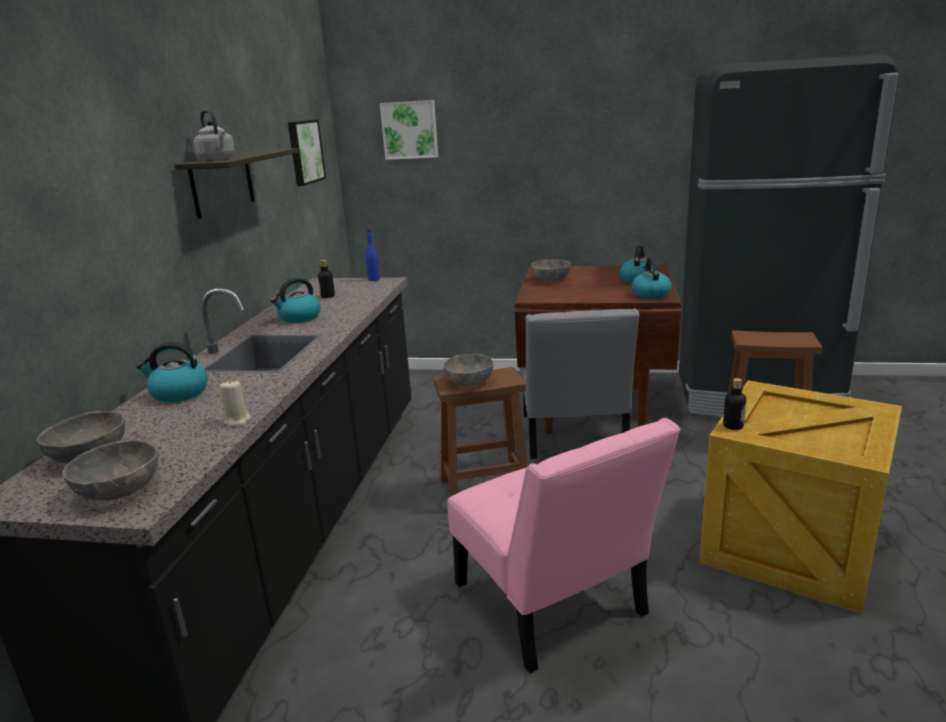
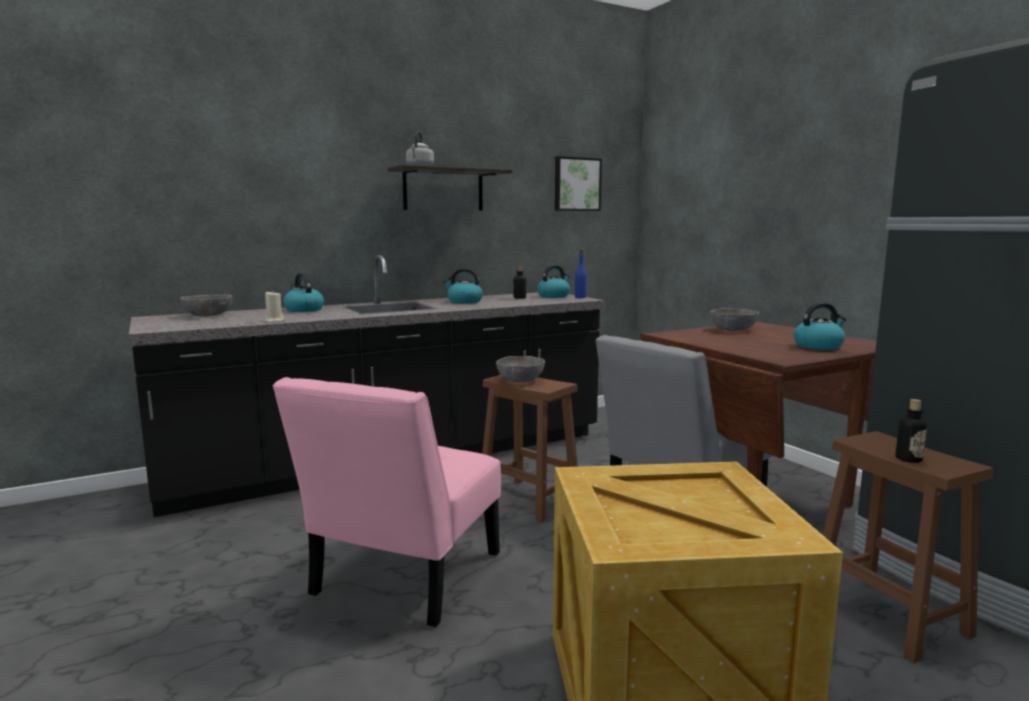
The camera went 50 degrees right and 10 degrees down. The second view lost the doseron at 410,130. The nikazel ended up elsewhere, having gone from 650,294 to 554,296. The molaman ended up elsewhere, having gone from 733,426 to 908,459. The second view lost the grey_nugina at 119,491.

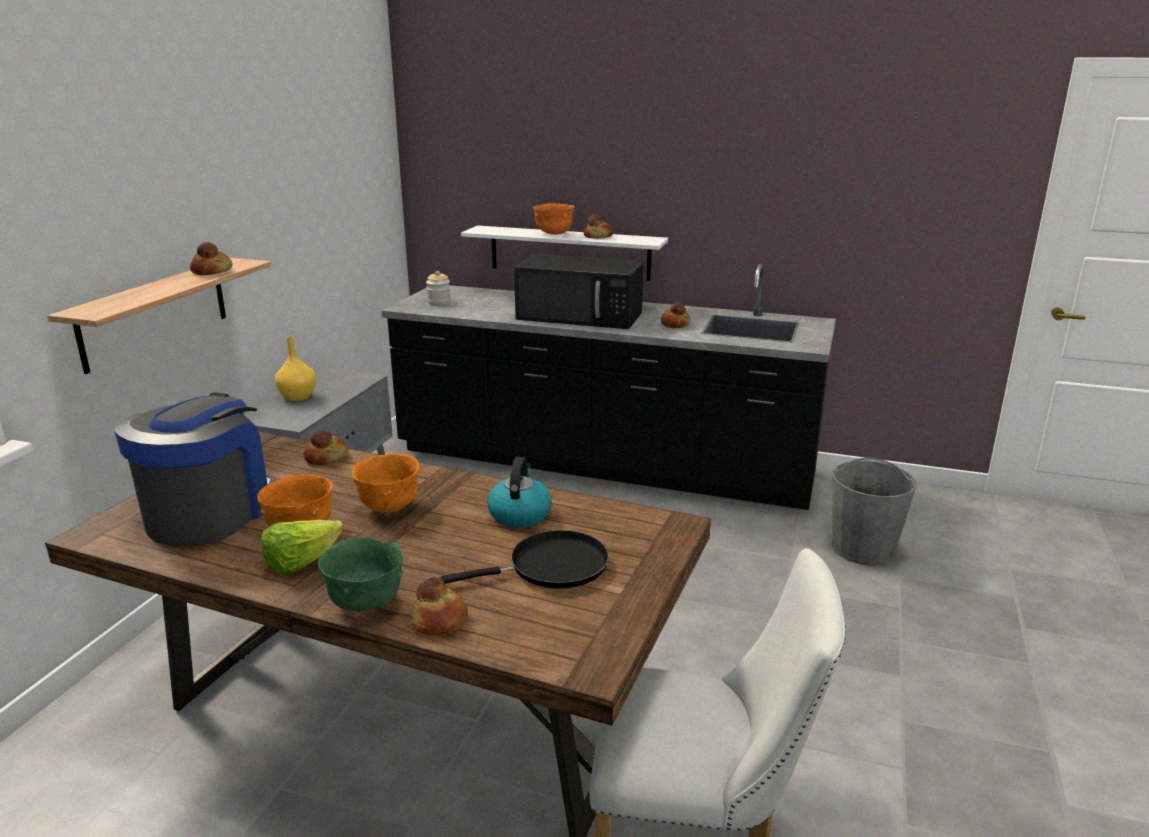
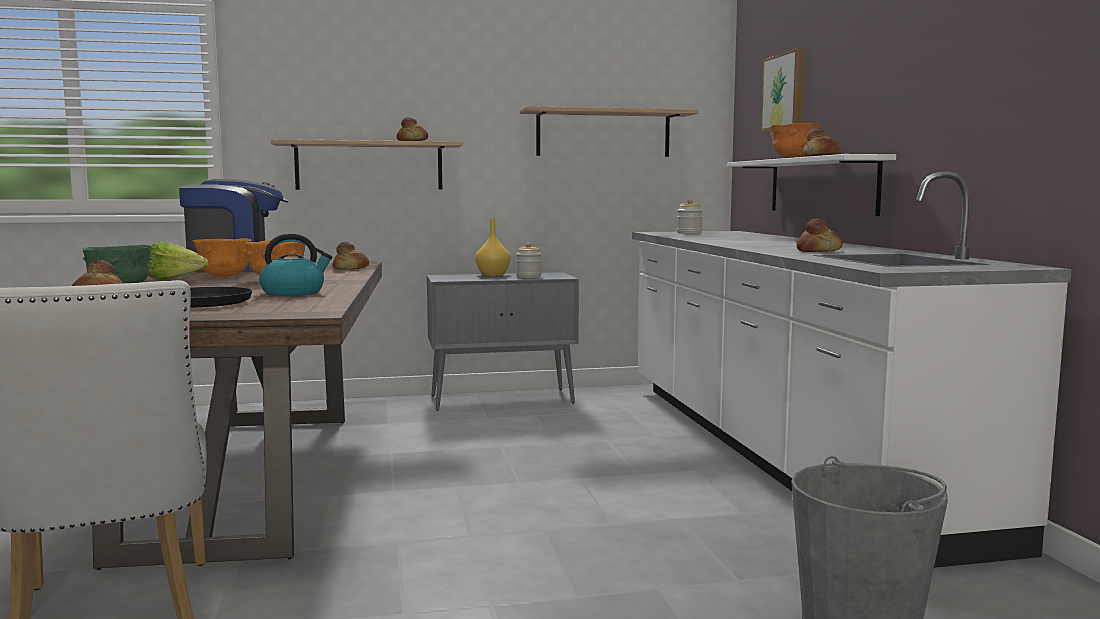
The camera went 60 degrees right and 15 degrees down. The second view lost the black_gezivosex at 581,316. What was the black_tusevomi at 603,464 turned into the white_tusevomi at 778,451. The second view gained the doseron at 786,91. The second view gained the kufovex at 603,133. The second view gained the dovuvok at 528,276.

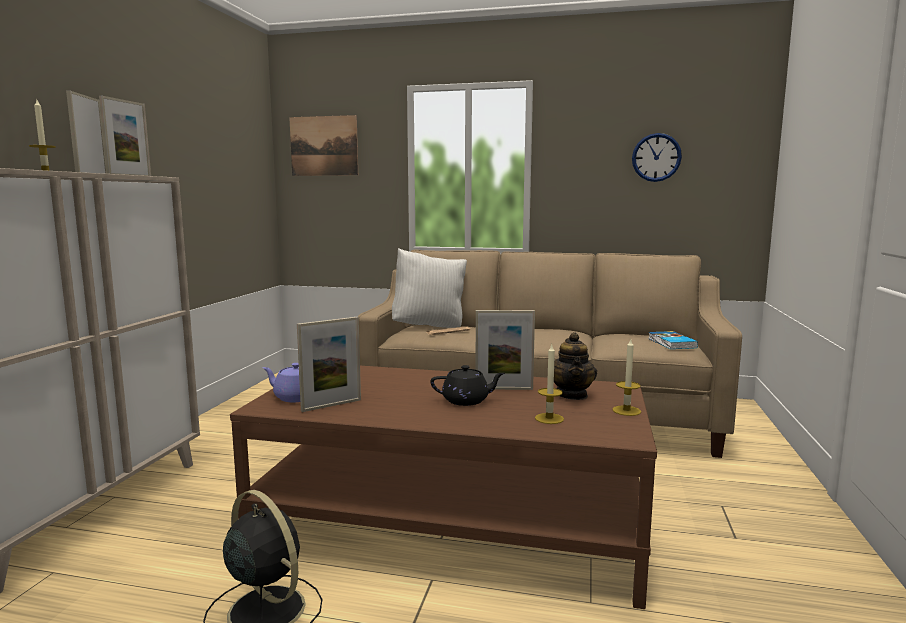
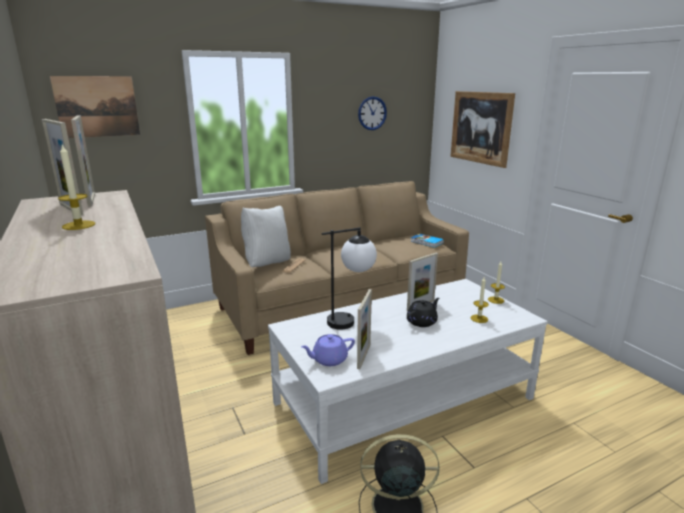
The camera went 40 degrees left and 10 degrees up. The second view lost the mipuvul at 572,395. What was the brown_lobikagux at 451,526 turned into the white_lobikagux at 405,400. The second view gained the doseron at 480,127. The second view gained the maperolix at 350,320.

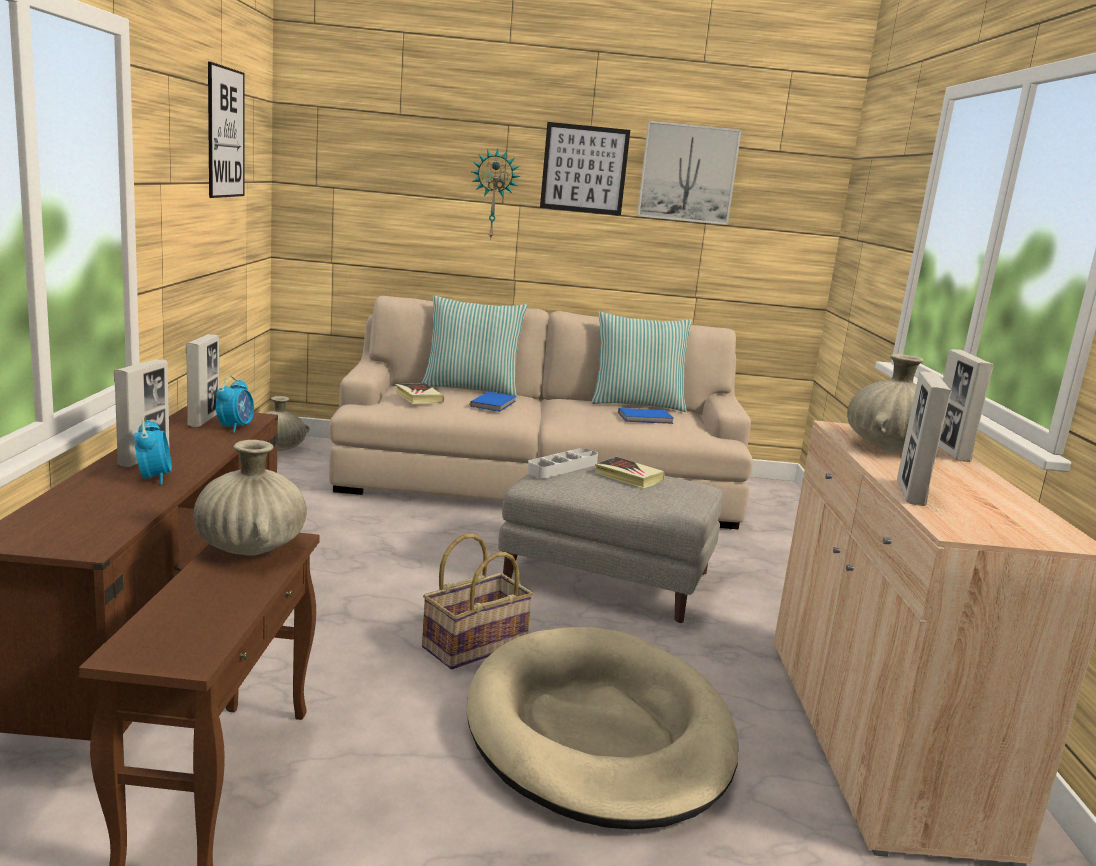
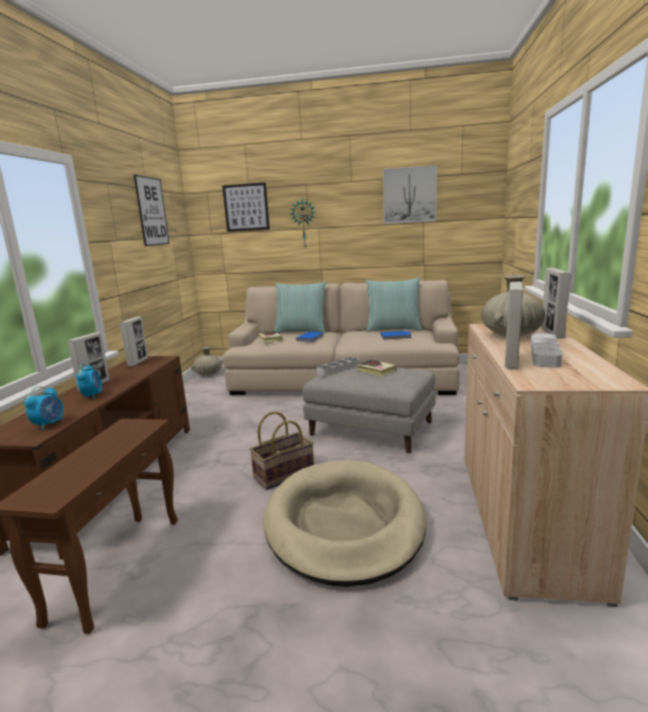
The camera went 10 degrees right and 0 degrees up. The doseron ended up elsewhere, having gone from 584,169 to 246,207. The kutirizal ended up elsewhere, having gone from 235,427 to 49,424. The second view lost the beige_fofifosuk at 251,547. The second view gained the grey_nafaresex at 544,354.

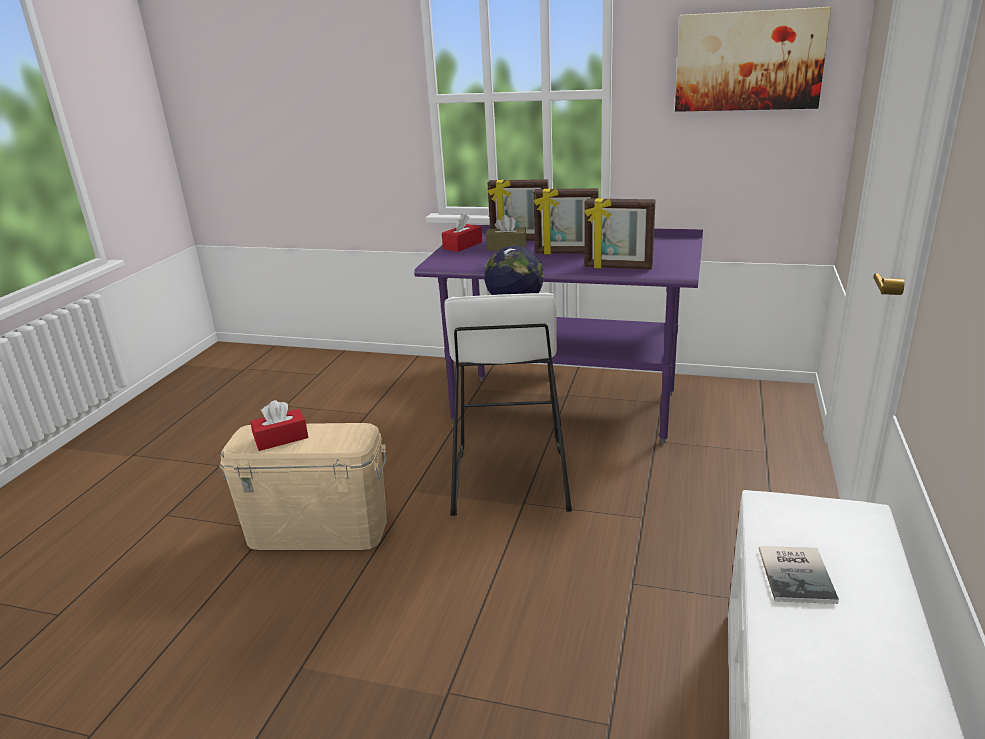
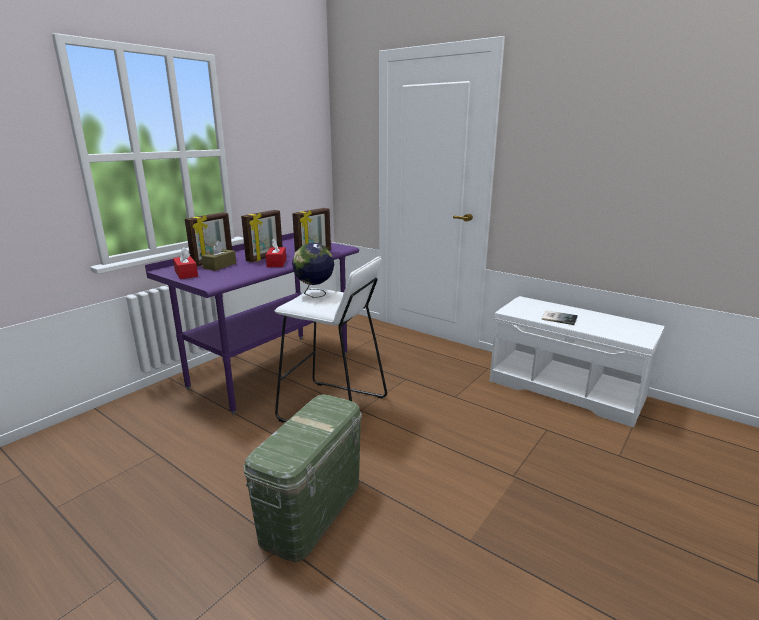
The camera went 70 degrees left and 5 degrees down. The second view lost the doseron at 748,61. The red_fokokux ended up elsewhere, having gone from 281,438 to 276,263. What was the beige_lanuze at 318,530 turned into the green_lanuze at 312,510.

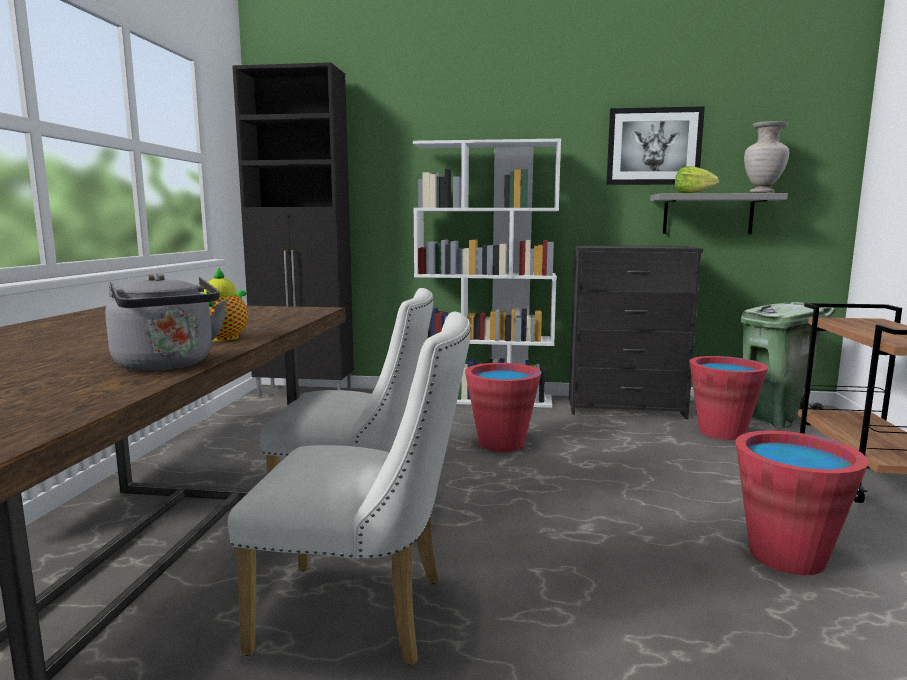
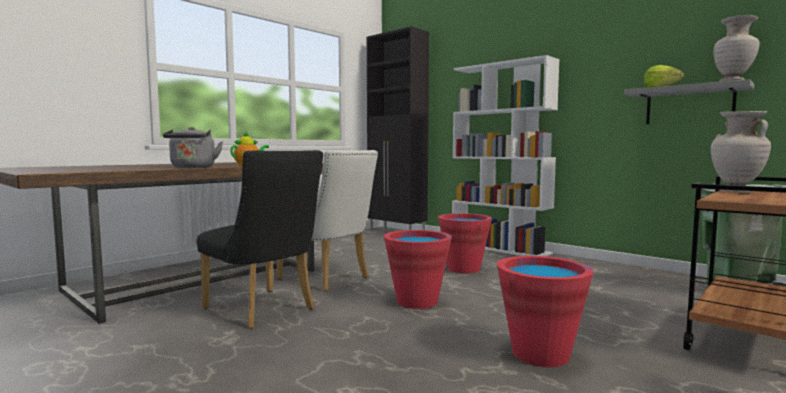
The camera went 35 degrees right and 5 degrees down. The second view lost the doseron at 653,146. The second view lost the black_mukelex at 626,408. What was the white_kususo at 366,615 turned into the black_kususo at 264,310. The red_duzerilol ended up elsewhere, having gone from 721,432 to 417,301. The second view gained the beige_fofifosuk at 735,192.

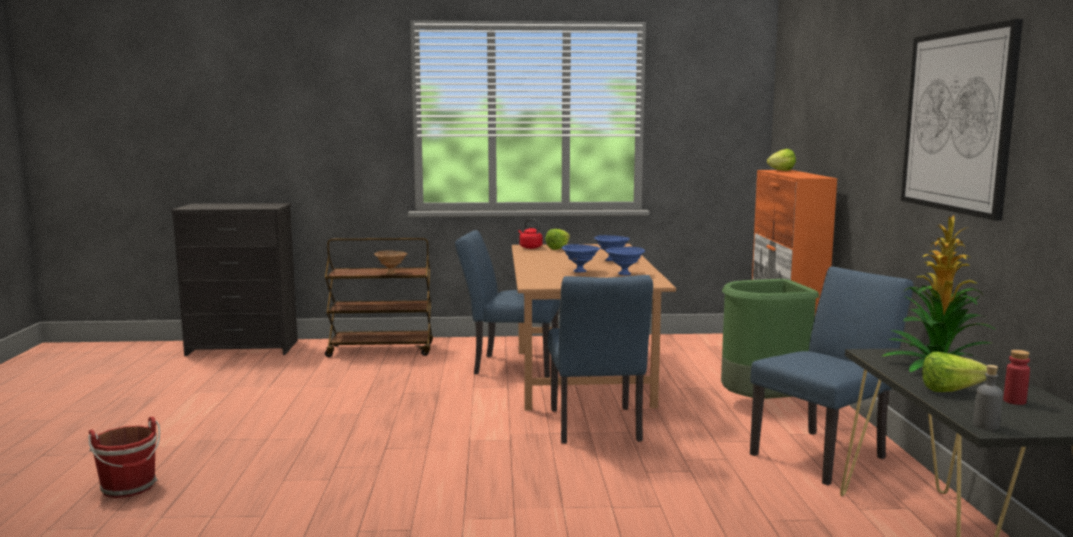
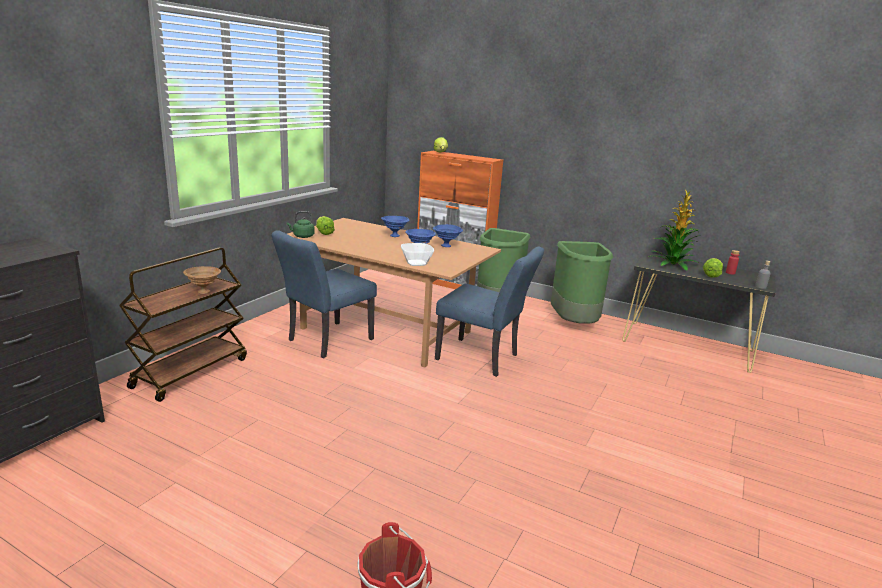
The camera went 60 degrees left and 10 degrees up. The second view lost the doseron at 957,121. What was the red_nikazel at 529,247 turned into the green_nikazel at 302,236. Where the blue_kususo stood at 825,454, the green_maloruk came to stand at 574,324. The second view gained the nugina at 417,263.

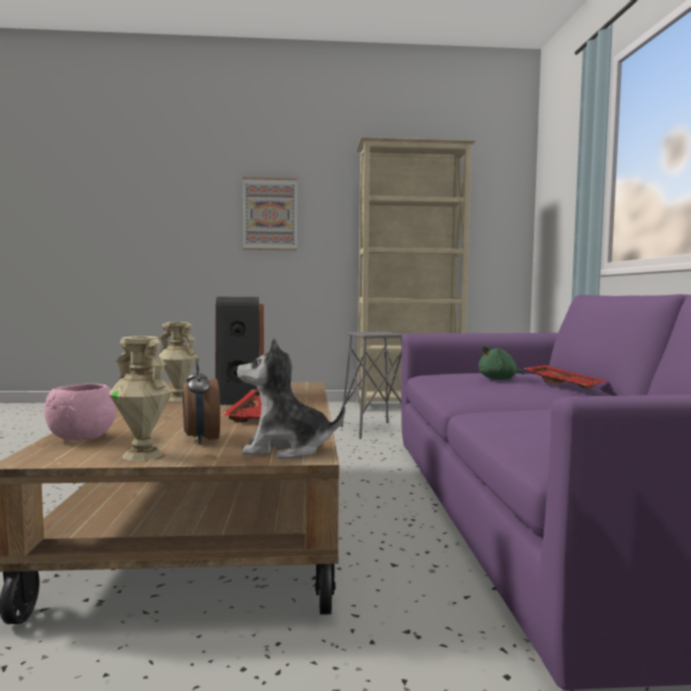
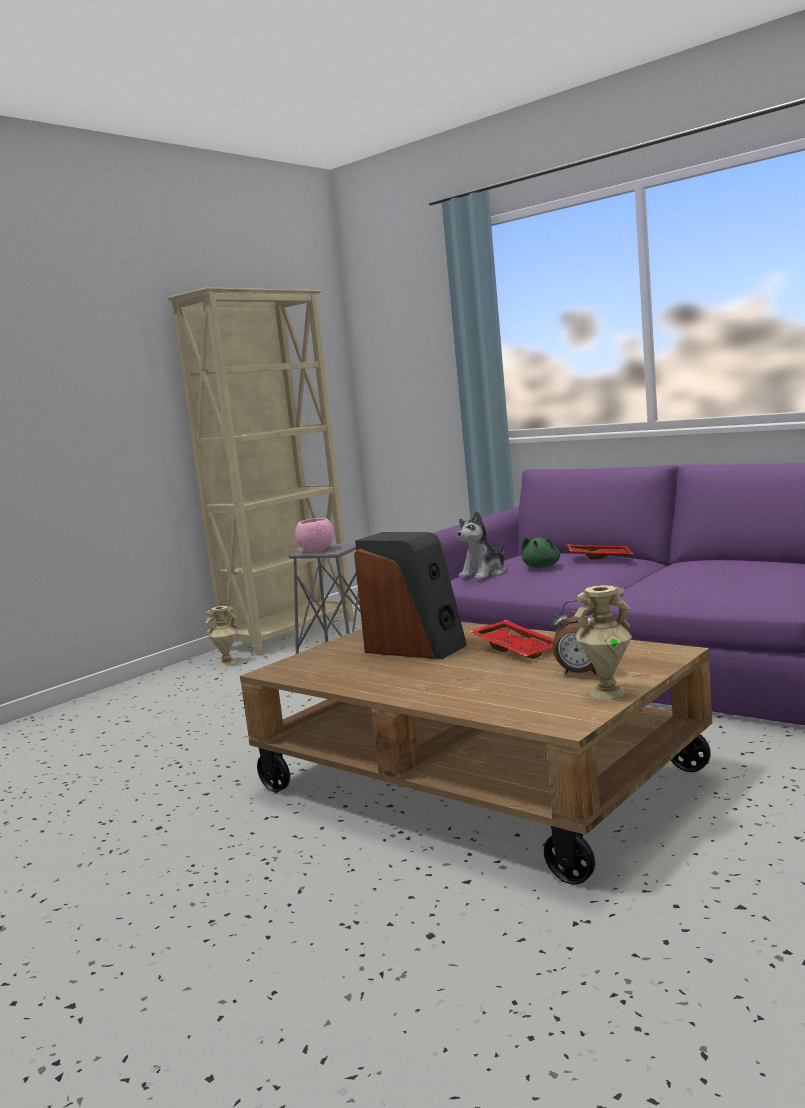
The camera went 45 degrees left and 5 degrees up. The second view lost the doseron at 270,214. The beige_fofifosuk ended up elsewhere, having gone from 177,399 to 227,663. The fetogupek ended up elsewhere, having gone from 286,449 to 484,574. The pink_nugina ended up elsewhere, having gone from 83,438 to 317,550.

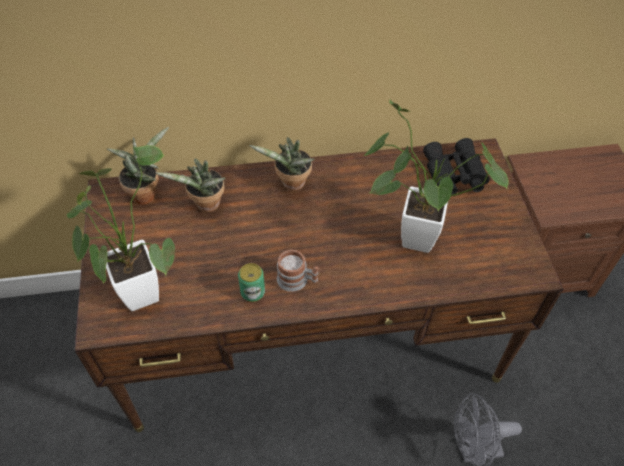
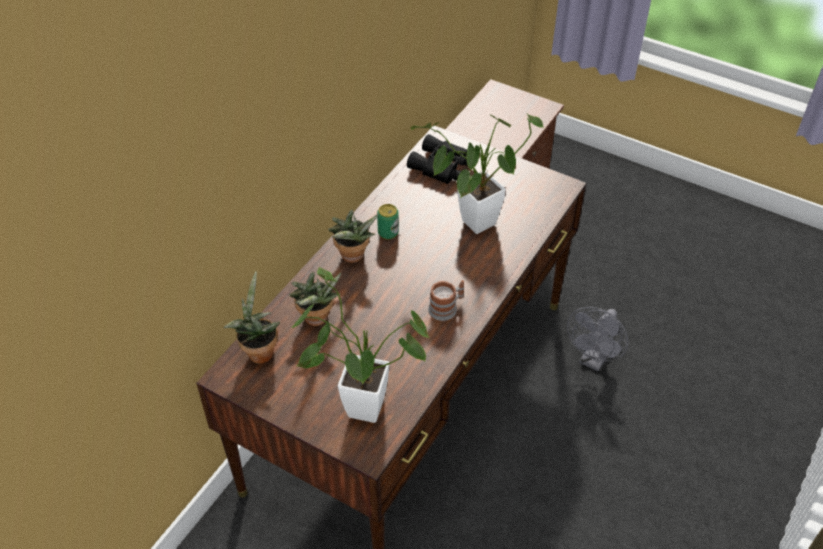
The camera went 50 degrees left and 5 degrees down. The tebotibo ended up elsewhere, having gone from 252,292 to 388,232.

